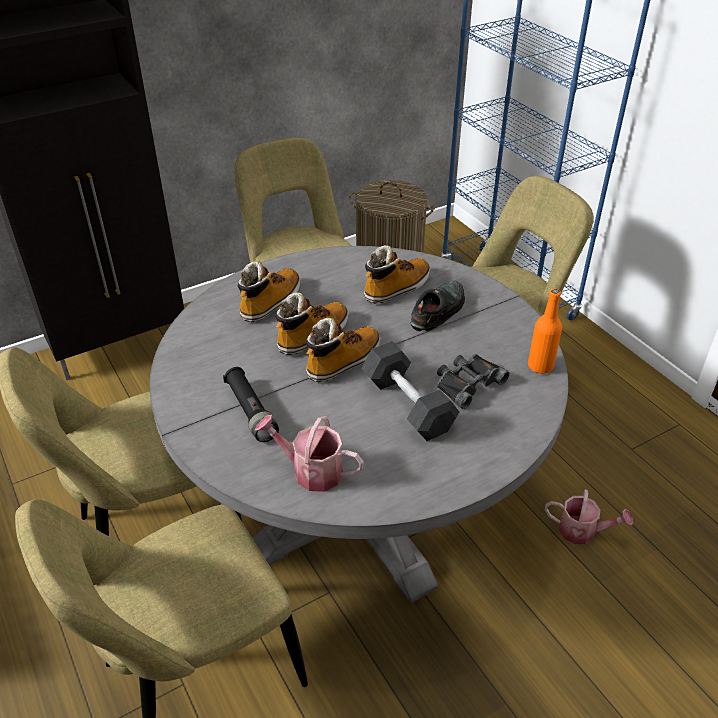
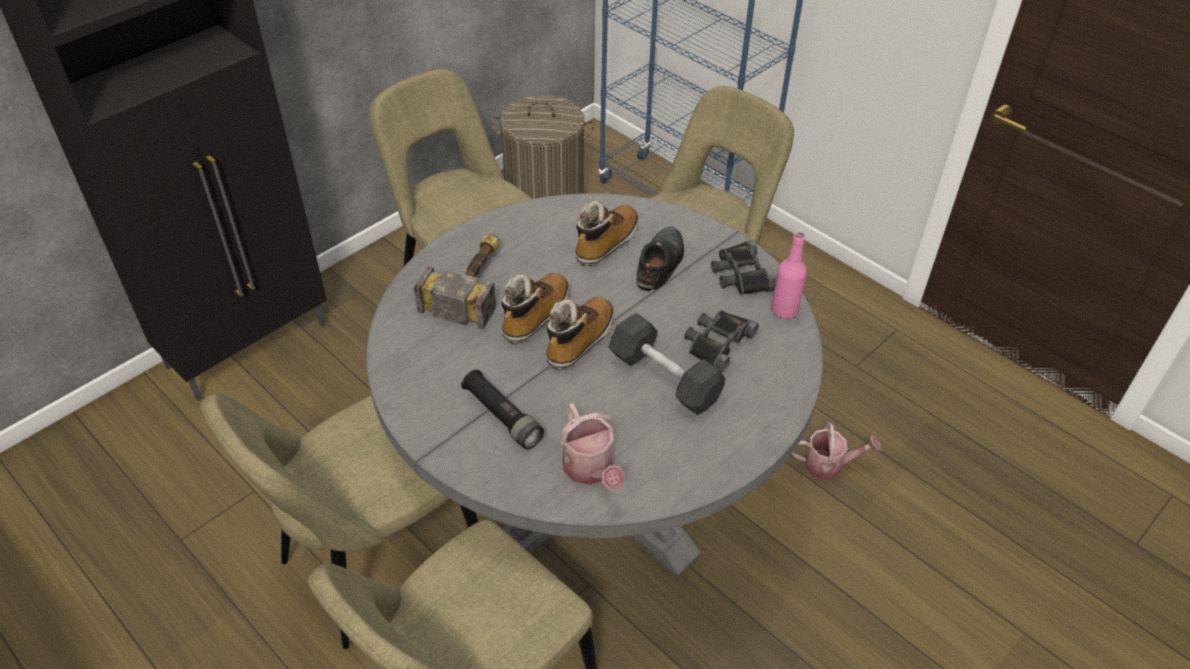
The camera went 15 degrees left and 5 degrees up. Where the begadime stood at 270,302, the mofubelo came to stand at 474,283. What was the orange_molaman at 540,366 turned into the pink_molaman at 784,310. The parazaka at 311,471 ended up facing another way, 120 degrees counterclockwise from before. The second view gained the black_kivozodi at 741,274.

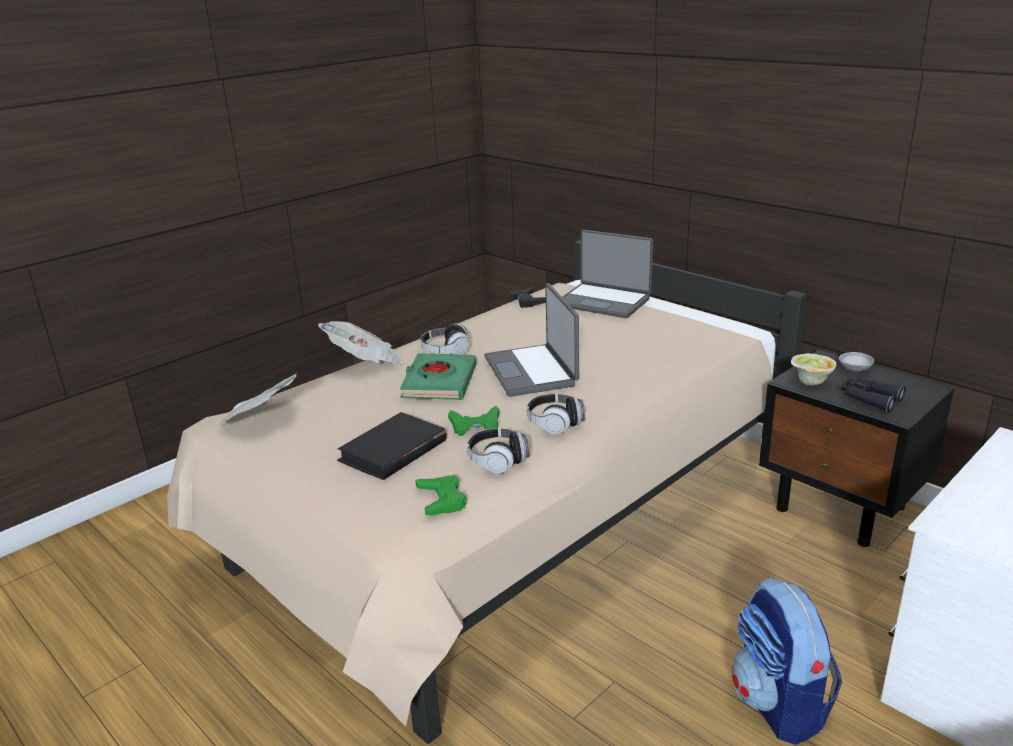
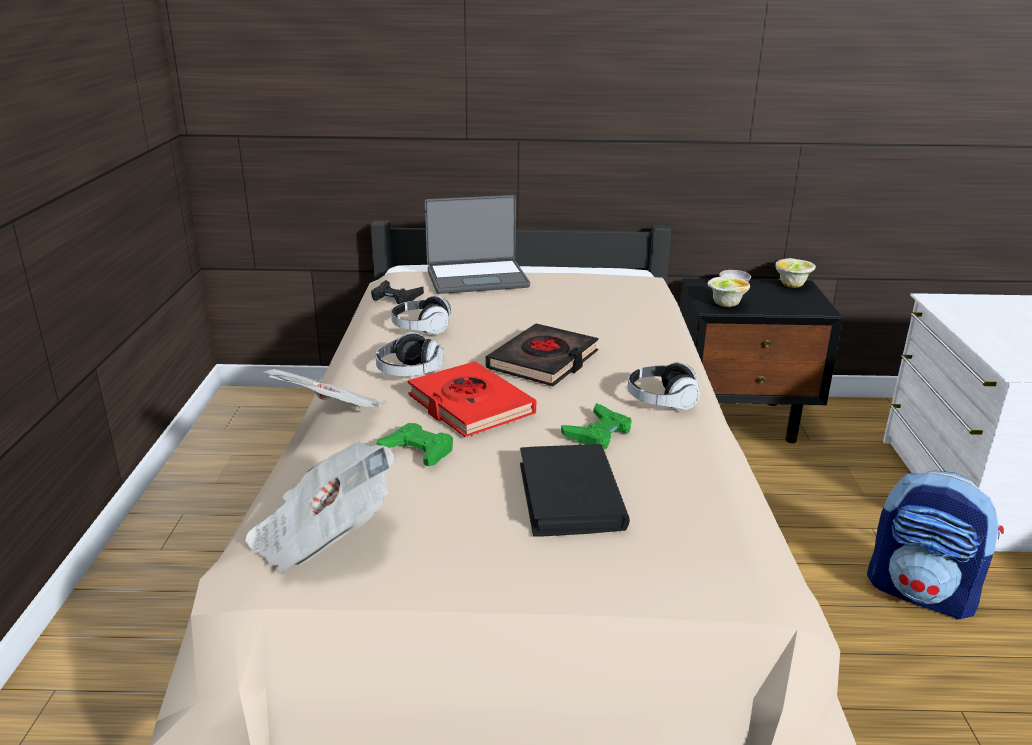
The camera went 45 degrees left and 0 degrees up. Where the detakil stood at 532,371, the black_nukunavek came to stand at 543,361. What was the green_nukunavek at 439,382 turned into the red_nukunavek at 470,406. The second view lost the black_kivozodi at 869,399. The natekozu ended up elsewhere, having gone from 498,461 to 421,328. The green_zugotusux ended up elsewhere, having gone from 442,500 to 418,451. The second view gained the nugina at 793,285.

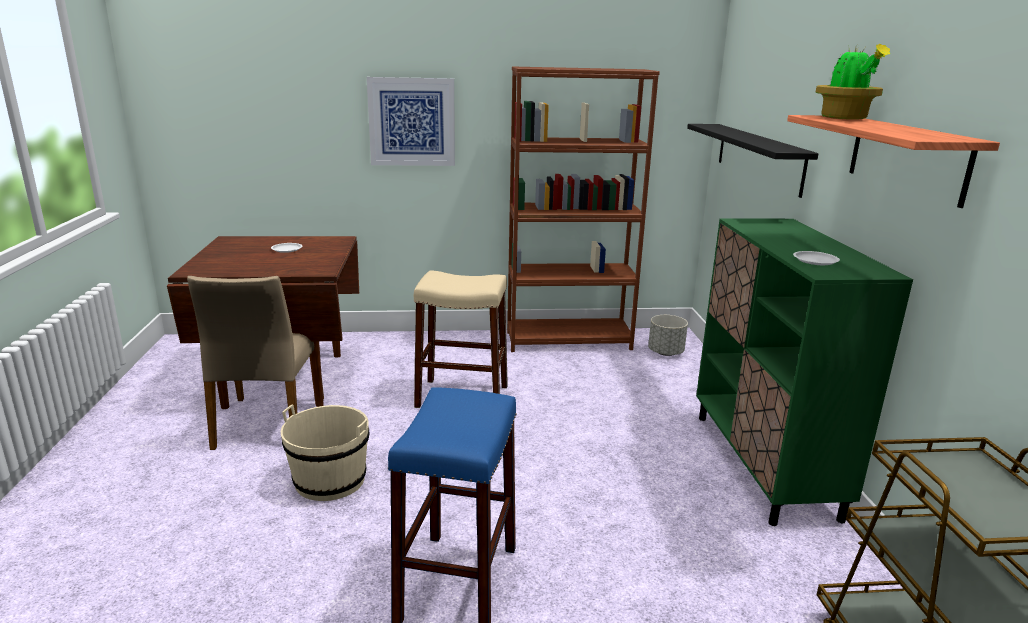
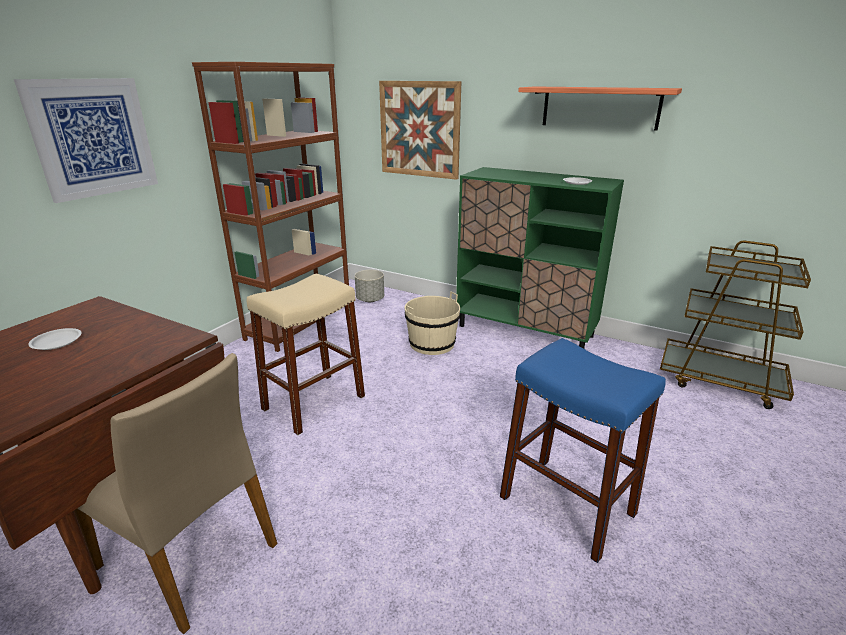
The camera went 55 degrees left and 5 degrees up. The second view lost the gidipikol at 845,118. Where the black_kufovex hung at 758,157, the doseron came to hang at 419,129. The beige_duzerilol ended up elsewhere, having gone from 330,480 to 432,344.

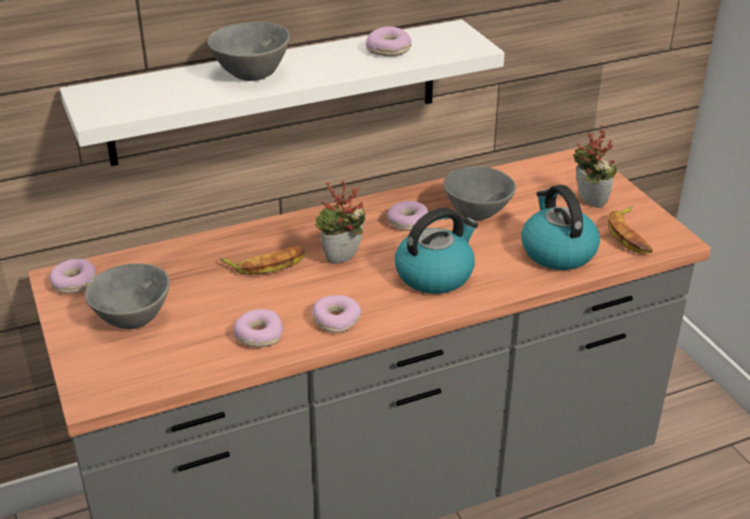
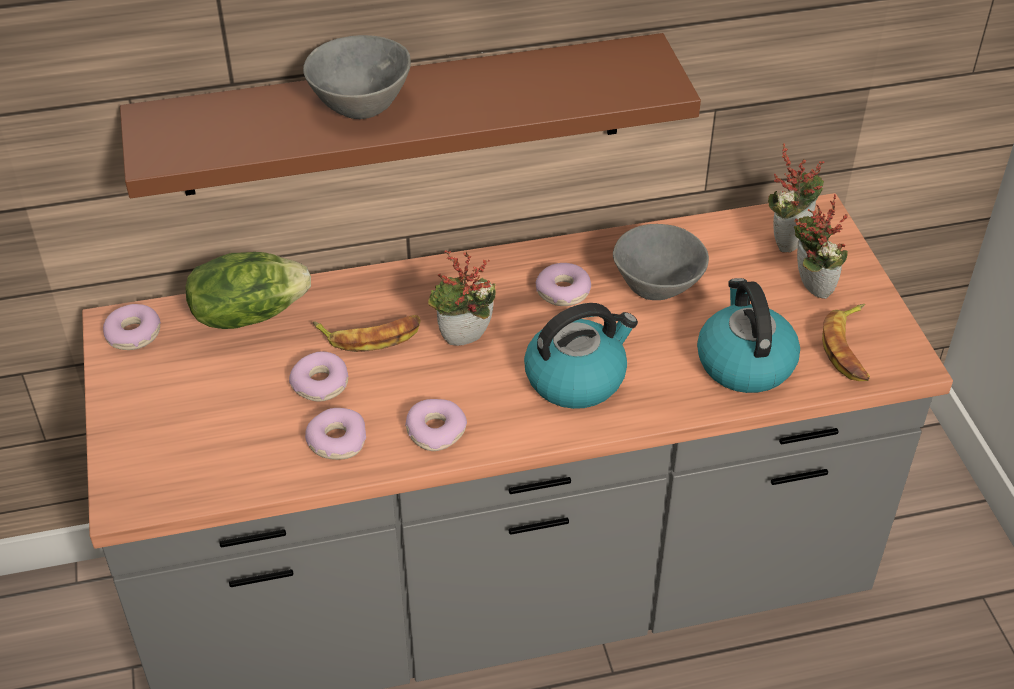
The camera went 10 degrees right and 10 degrees up. What was the white_kufovex at 276,92 turned into the brown_kufovex at 403,115. The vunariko ended up elsewhere, having gone from 389,50 to 321,384. The second view lost the grey_nugina at 131,317. The second view gained the gidipikol at 787,239. The second view gained the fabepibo at 248,313.

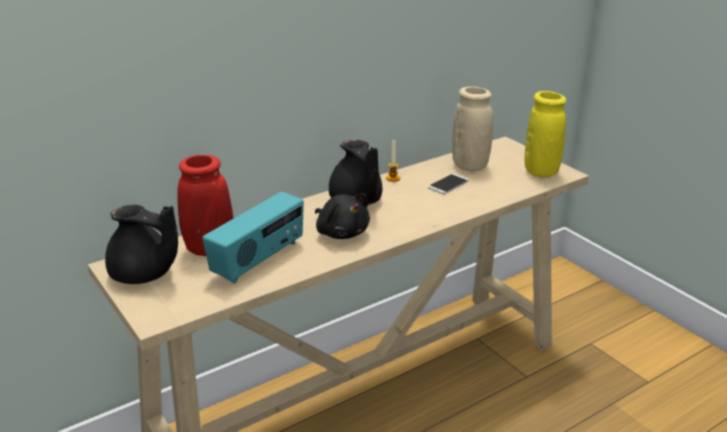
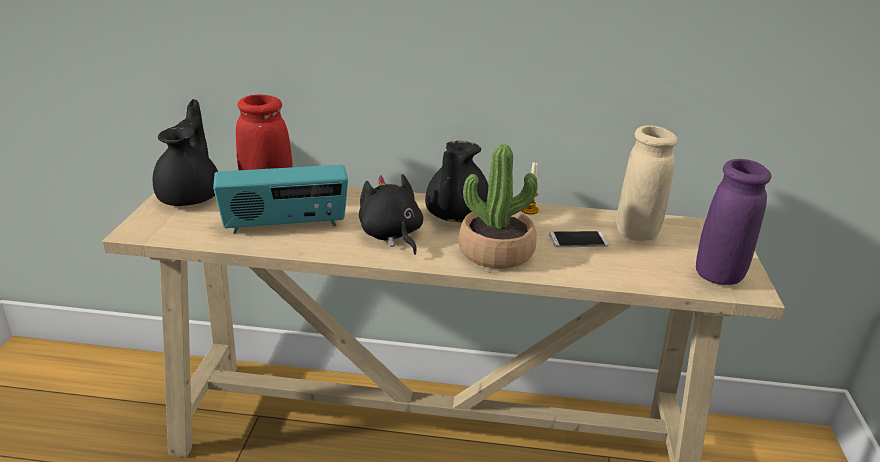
The camera went 40 degrees right and 0 degrees up. What was the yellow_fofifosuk at 541,172 turned into the purple_fofifosuk at 719,275. The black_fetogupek at 341,232 ended up facing another way, 150 degrees clockwise from before. The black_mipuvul at 144,275 ended up facing another way, 150 degrees counterclockwise from before. The second view gained the gidipikol at 496,252.

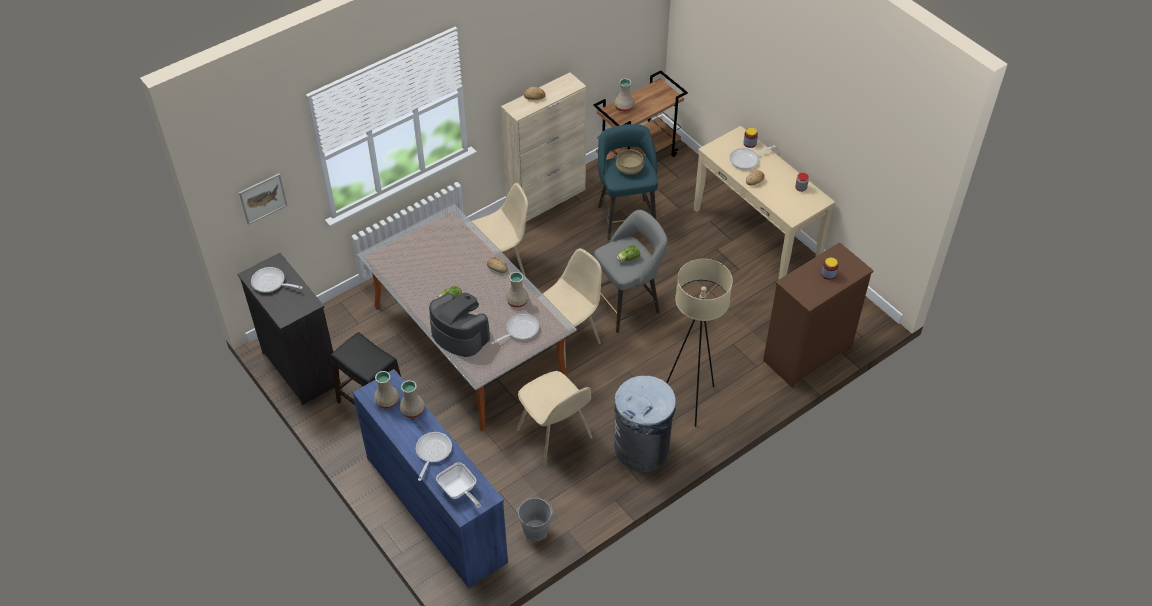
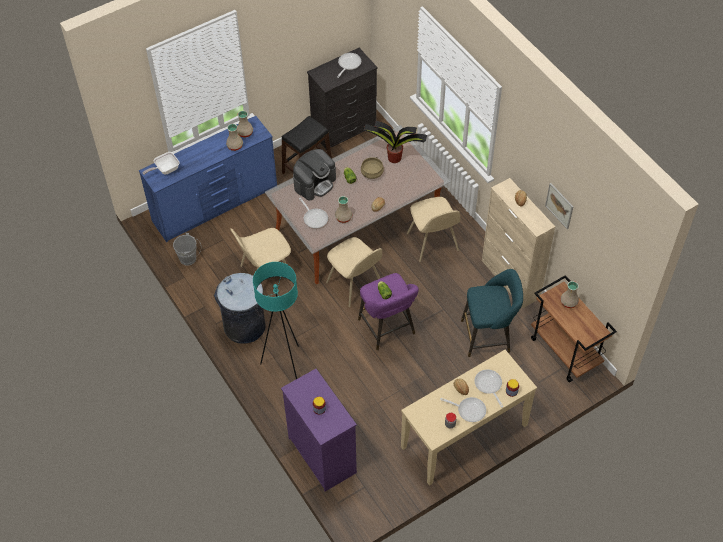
The camera went 95 degrees right and 5 degrees up. The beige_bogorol ended up elsewhere, having gone from 629,168 to 372,172. The doseron ended up elsewhere, having gone from 263,198 to 559,205. What was the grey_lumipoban at 628,304 turned into the purple_lumipoban at 388,329. What was the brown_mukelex at 806,354 turned into the purple_mukelex at 322,454. What was the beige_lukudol at 690,401 turned into the turquoise_lukudol at 284,363. The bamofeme ended up elsewhere, having gone from 432,452 to 469,410. The second view gained the gidipikol at 393,157.

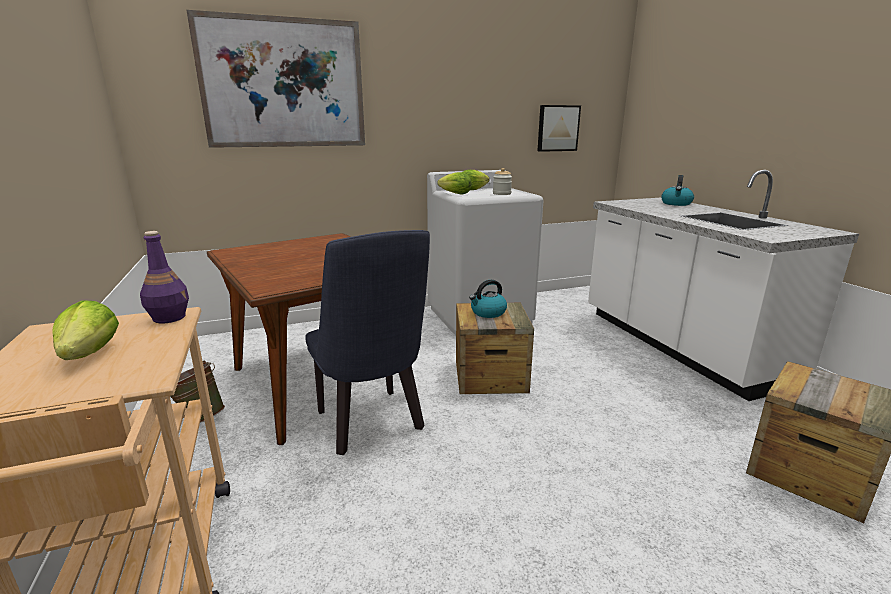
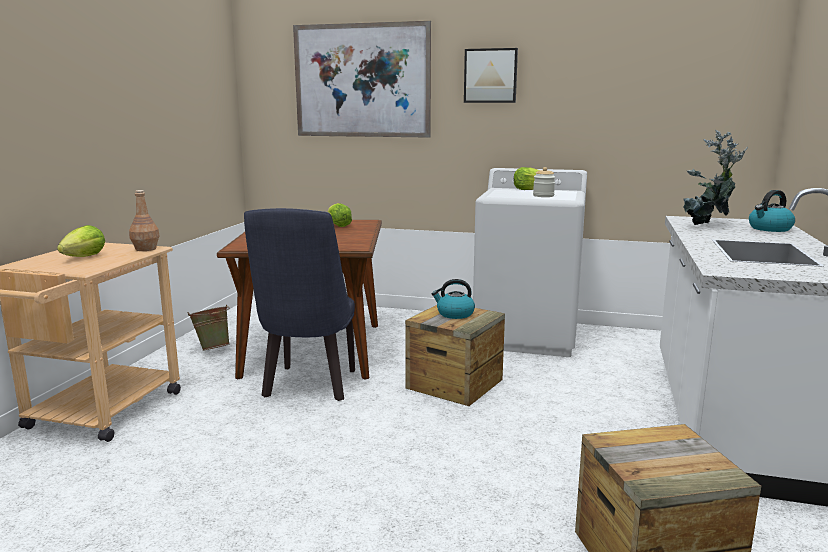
The camera went 35 degrees right and 5 degrees down. The doseron ended up elsewhere, having gone from 557,128 to 490,76. The fabepibo ended up elsewhere, having gone from 455,194 to 338,225. What was the purple_molaman at 169,317 turned into the brown_molaman at 146,249. The second view gained the gidipikol at 707,226.

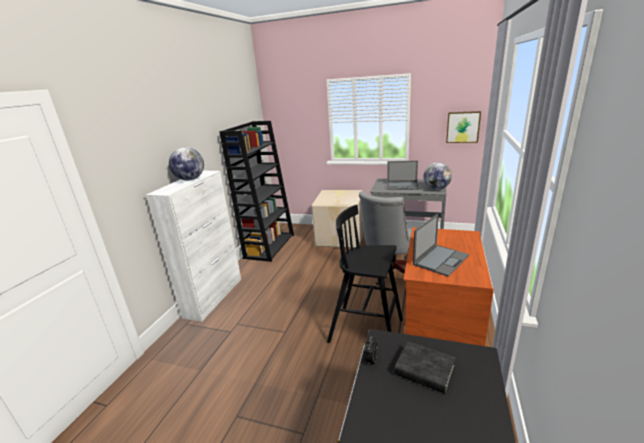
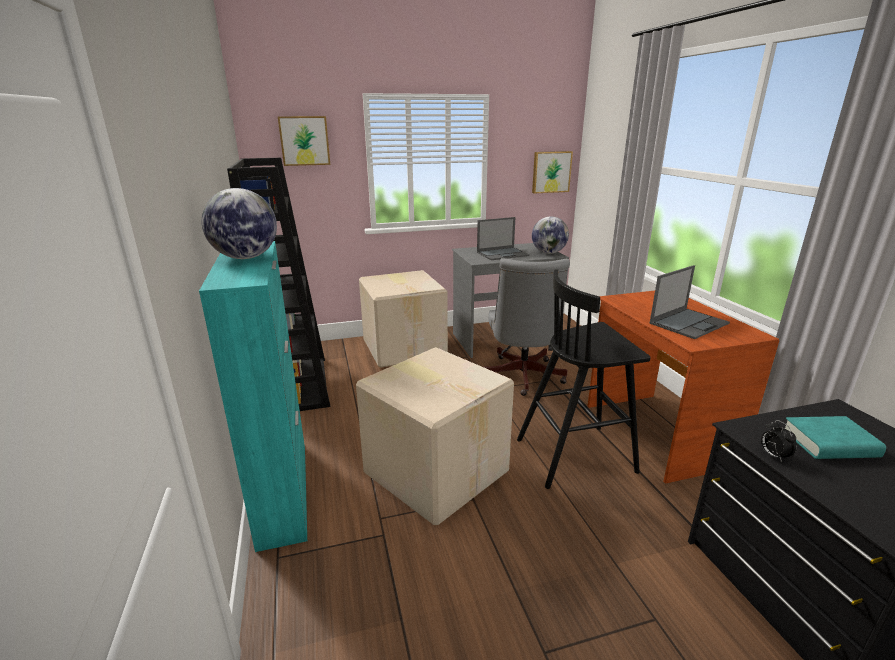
The camera went 35 degrees left and 0 degrees up. What was the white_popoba at 214,296 turned into the turquoise_popoba at 283,492. The detakil at 441,259 ended up facing another way, 45 degrees clockwise from before. What was the black_nukunavek at 424,370 turned into the turquoise_nukunavek at 829,443. The second view gained the doseron at 304,141. The second view gained the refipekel at 436,470.

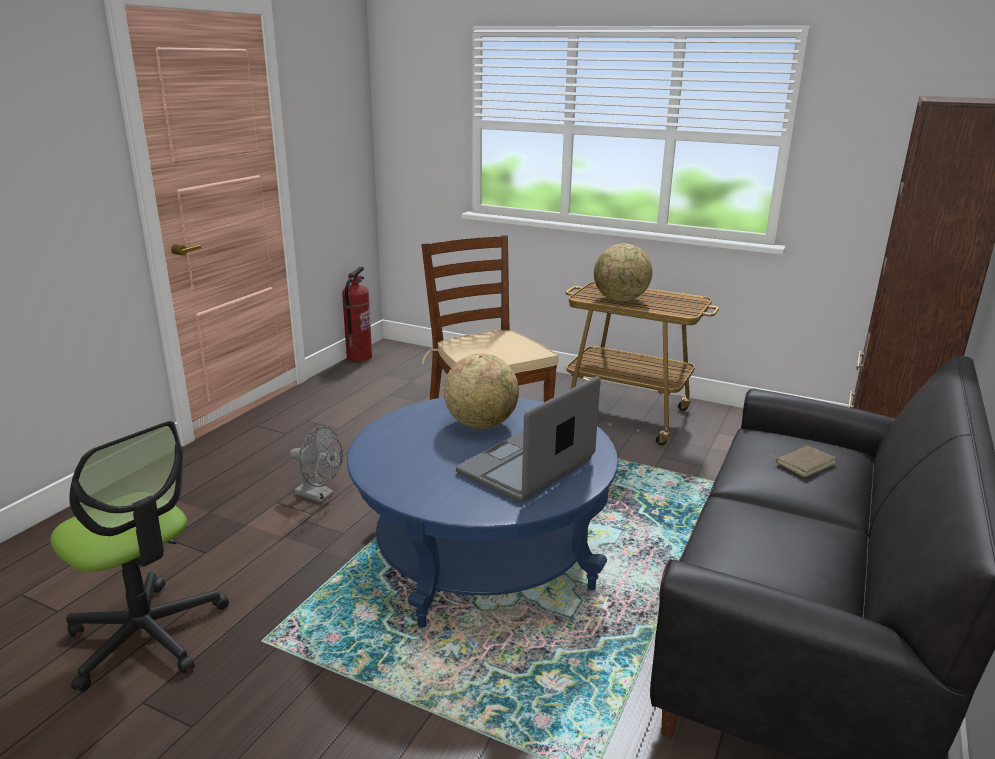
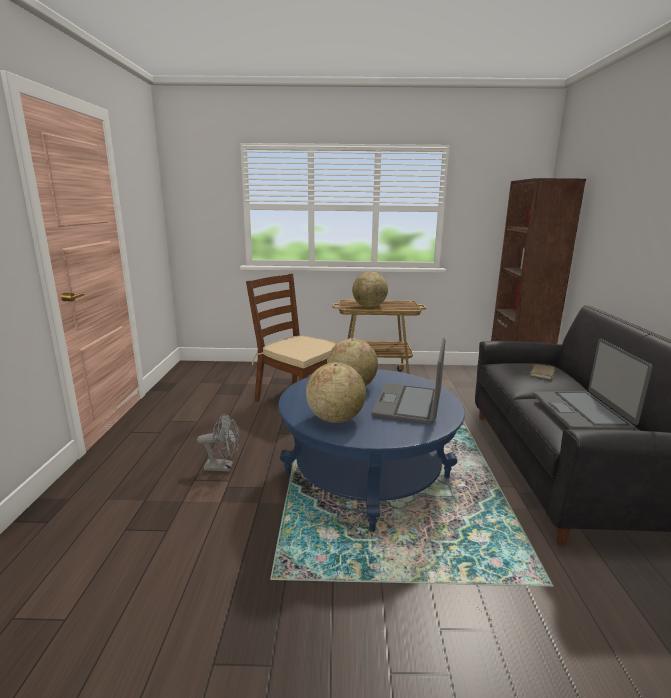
The camera went 25 degrees left and 5 degrees down. The second view lost the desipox at 359,358. The second view lost the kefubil at 147,635. The second view gained the detakil at 581,412. The second view gained the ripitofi at 335,419.

